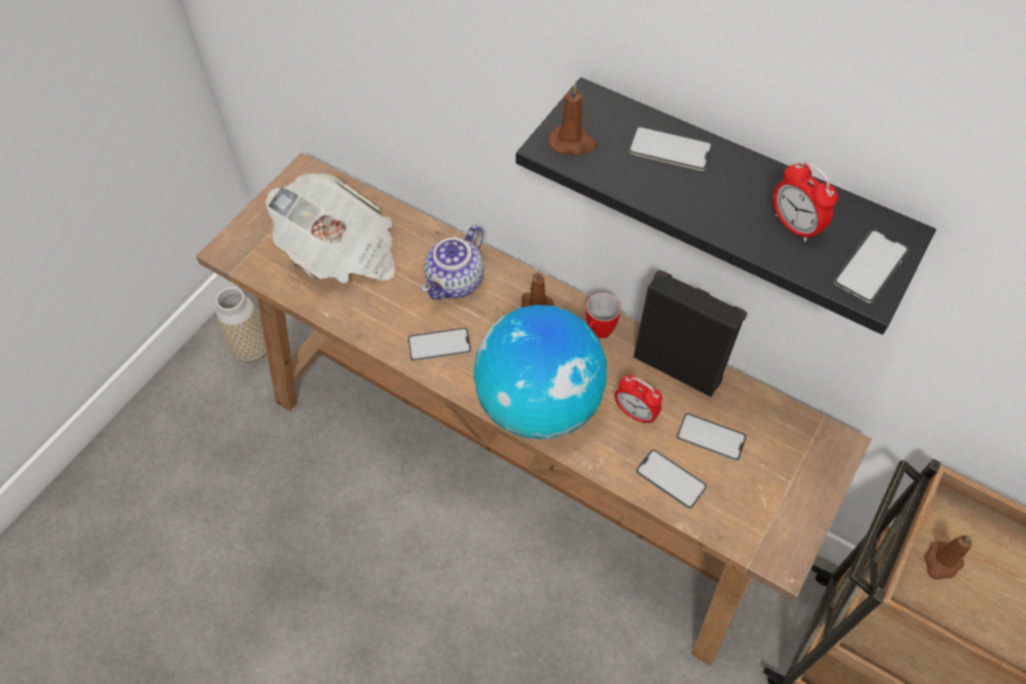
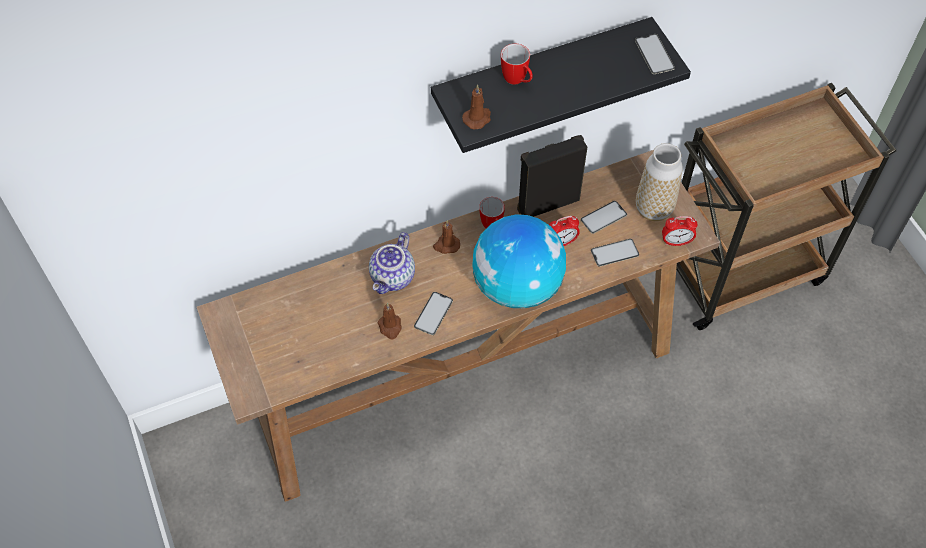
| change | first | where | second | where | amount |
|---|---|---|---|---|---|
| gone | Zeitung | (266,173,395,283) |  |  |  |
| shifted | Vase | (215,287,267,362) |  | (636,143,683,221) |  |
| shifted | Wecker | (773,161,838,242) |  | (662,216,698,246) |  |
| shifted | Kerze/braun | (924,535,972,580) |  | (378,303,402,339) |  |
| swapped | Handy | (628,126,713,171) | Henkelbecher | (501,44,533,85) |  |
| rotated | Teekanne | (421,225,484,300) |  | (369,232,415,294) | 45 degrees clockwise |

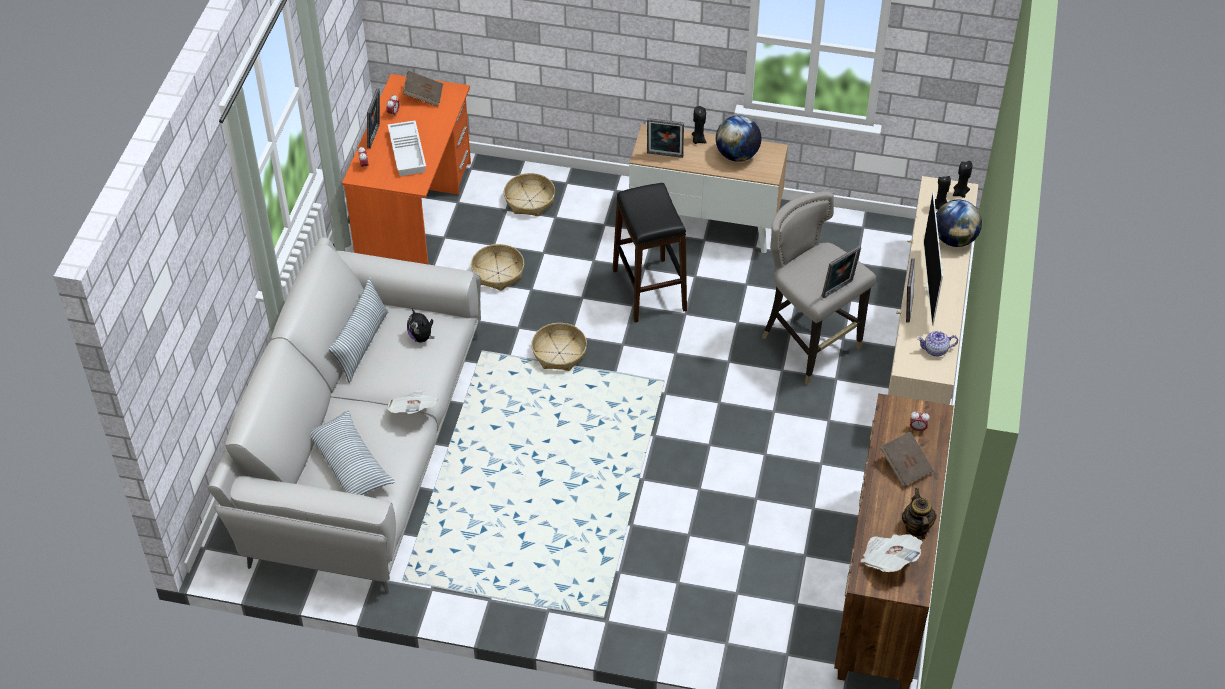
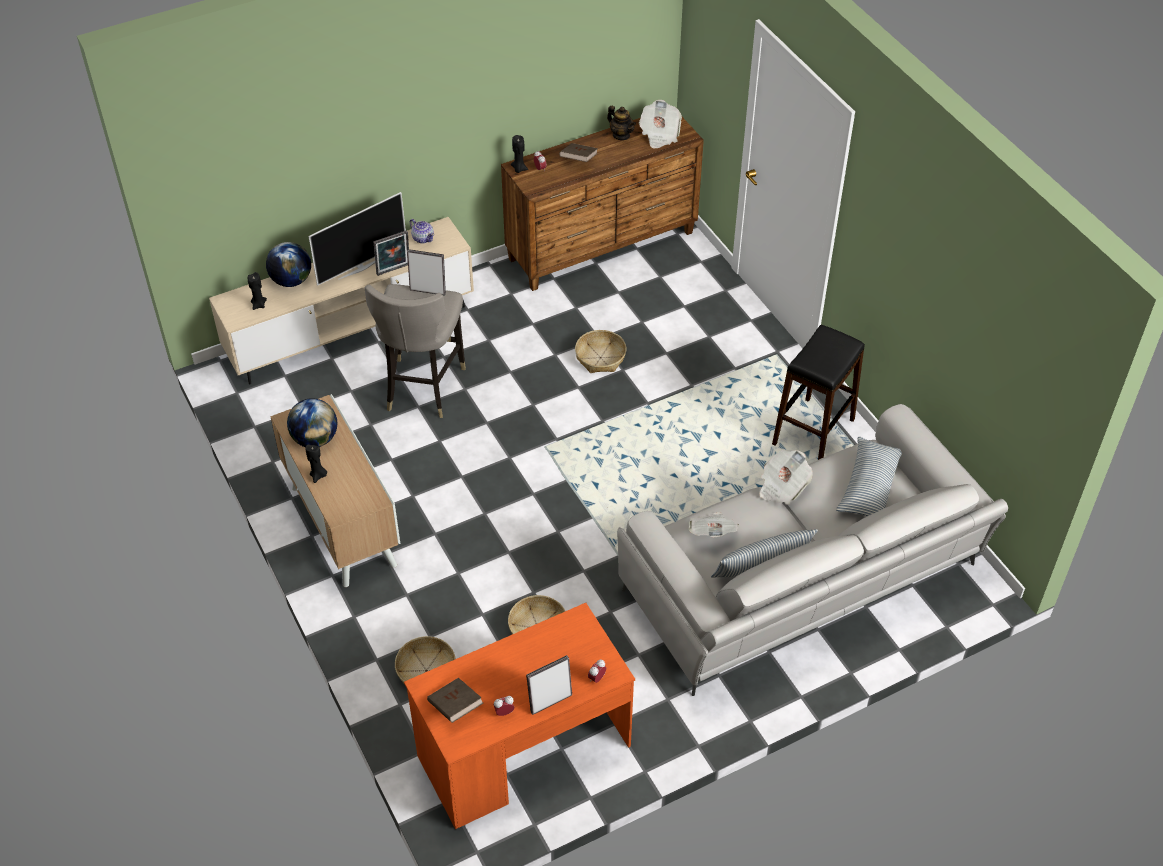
| change | first | where | second | where | amount |
|---|---|---|---|---|---|
| gone | Tablett/weiß | (388,120,426,176) |  |  |  |
| gone | Bilderrahmen | (647,118,684,158) |  |  |  |
| shifted | Korb | (531,323,587,371) |  | (575,330,626,373) |  |
| shifted | Hocker/schwarz | (613,183,687,323) |  | (772,325,865,460) |  |
| shifted | Kerze/schwarz | (953,161,973,198) |  | (511,135,528,173) |  |
| swapped | Plüschtier | (407,309,434,343) | Zeitung | (688,512,739,538) |  |
| rotated | Teekanne | (902,488,937,539) |  | (607,106,636,140) | 90 degrees counterclockwise |

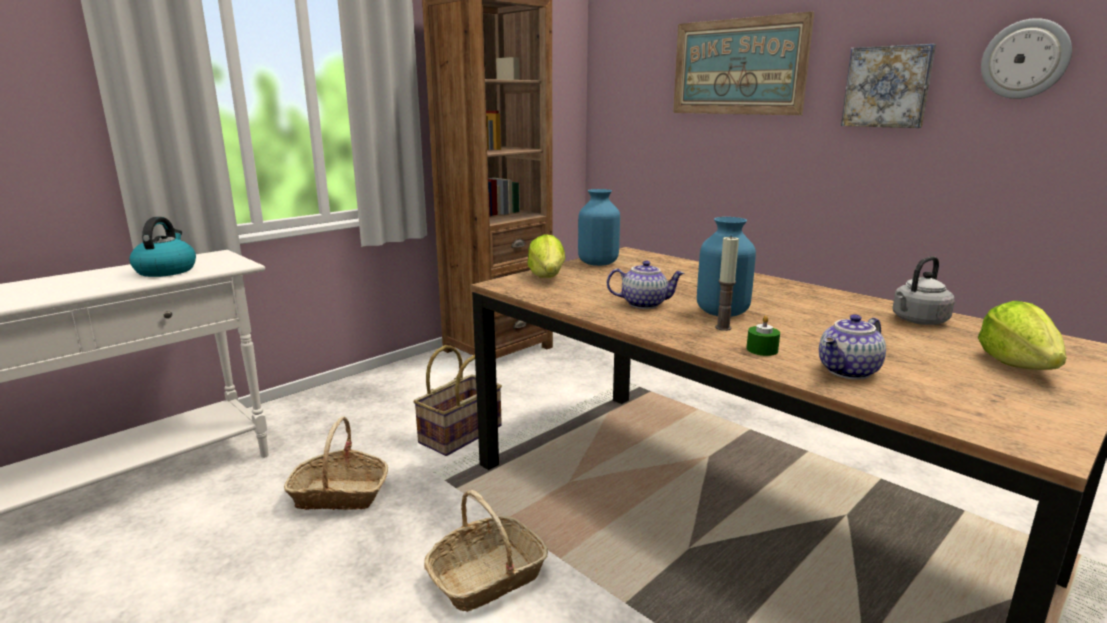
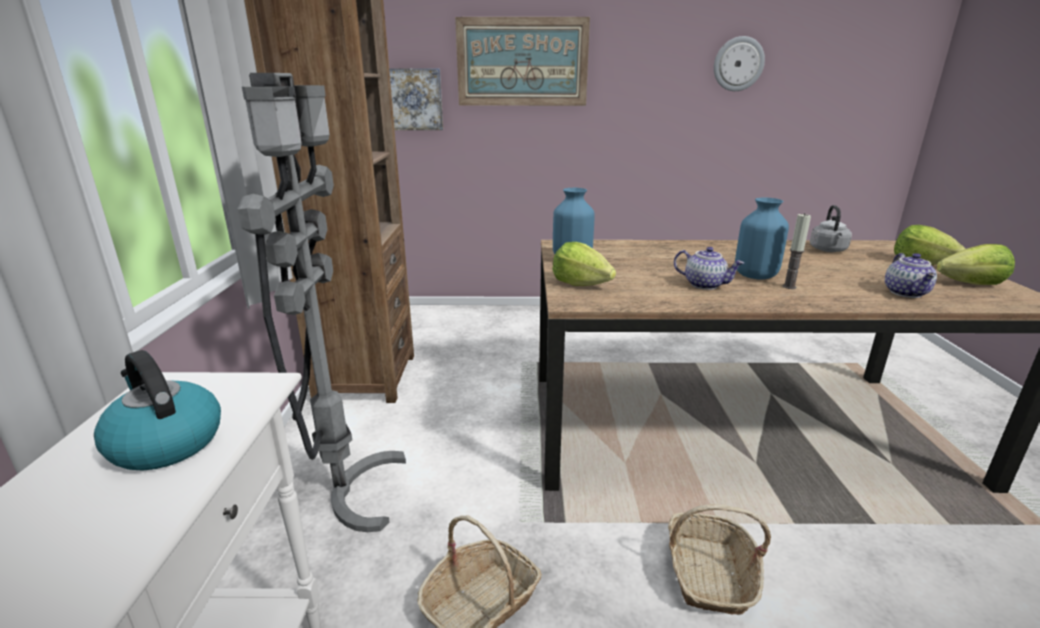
| change | first | where | second | where | amount |
|---|---|---|---|---|---|
| gone | Korb | (413,345,502,456) |  |  |  |
| gone | Kerze/grün | (746,315,780,356) |  |  |  |
| new |  |  | Stehlampe/grau | (237,73,406,532) |  |
| new |  |  | Salatkopf | (937,244,1015,285) |  |
| shifted | Bild | (841,44,936,128) |  | (389,68,443,130) |  |
| rotated | Teekanne | (607,260,685,309) |  | (674,247,744,290) | 75 degrees clockwise |

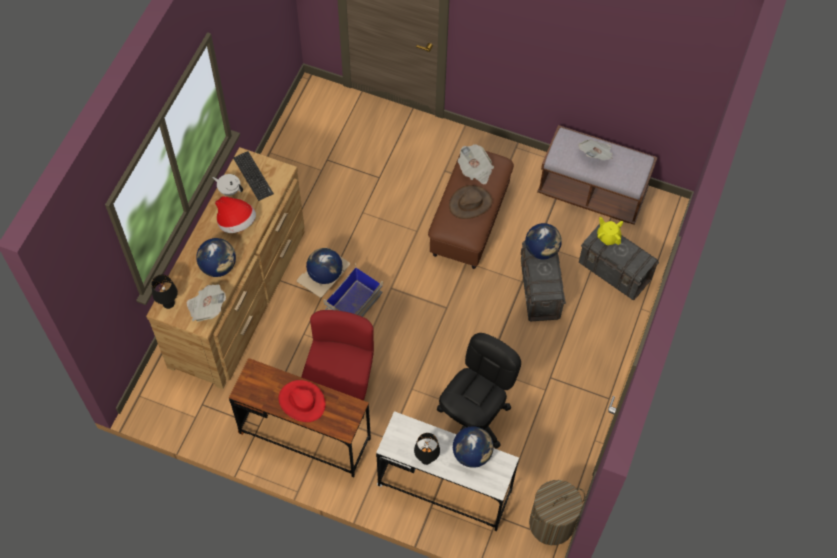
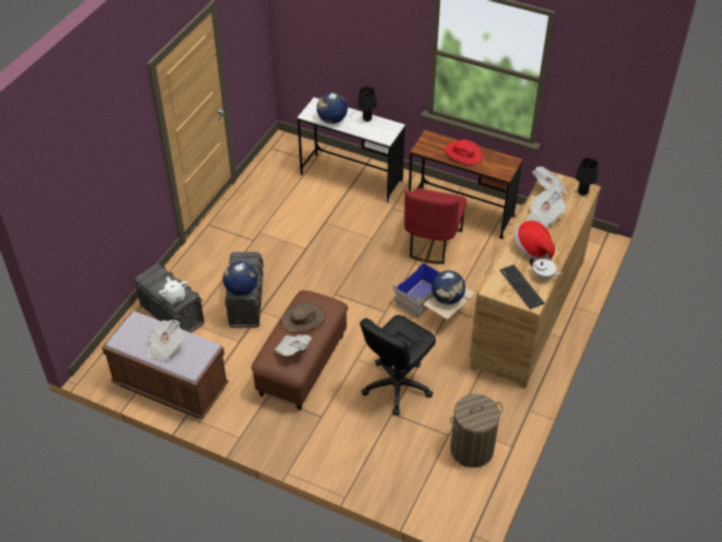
| change | first | where | second | where | amount |
|---|---|---|---|---|---|
| shifted | Bürostuhl/schwarz | (437,333,521,449) |  | (360,315,436,415) |  |
| shifted | Wäschekorb | (529,480,585,545) |  | (450,394,503,467) |  |
| swapped | Globus | (196,238,236,277) | Zeitung | (527,190,566,228) |  |
| repainted | Teekanne/gelb | (597,217,623,245) | Teekanne/weiß | (159,277,187,304) |  |

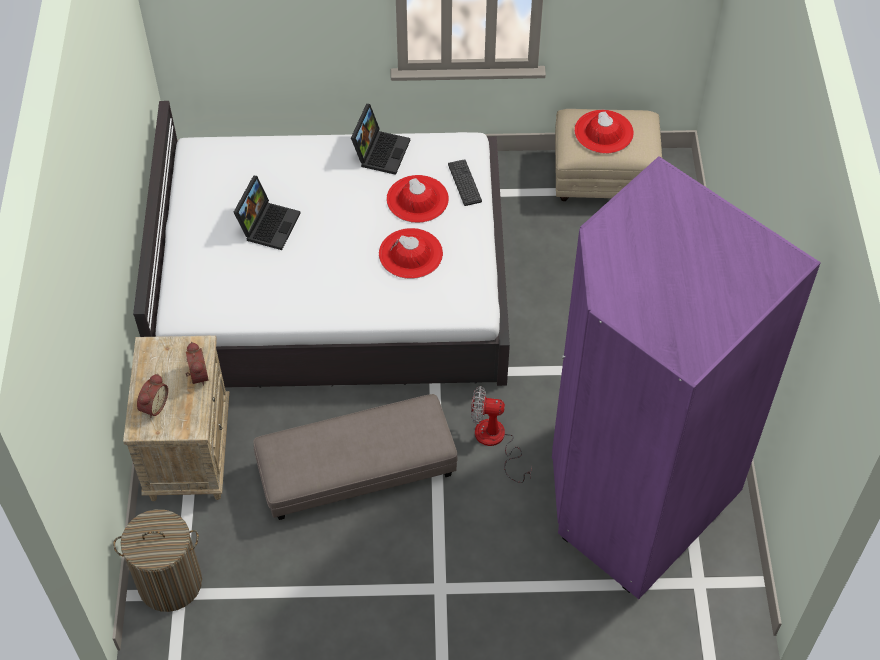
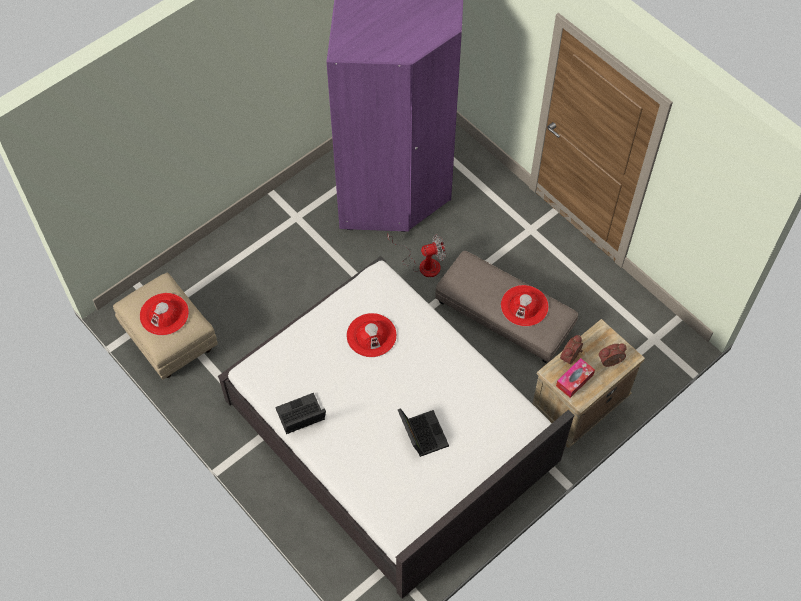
| change | first | where | second | where | amount |
|---|---|---|---|---|---|
| gone | Wäschekorb | (113,509,202,612) |  |  |  |
| gone | Tastatur | (448,159,482,206) |  |  |  |
| new |  |  | Taschentuchbox | (556,358,595,398) |  |
| shifted | Hut/rot | (387,175,449,223) |  | (501,285,549,327) |  |
| rotated | Laptop | (234,176,301,250) |  | (398,408,449,457) | 90 degrees clockwise |
| rotated | Ventilator | (471,386,532,483) |  | (387,232,446,277) | 75 degrees counterclockwise |

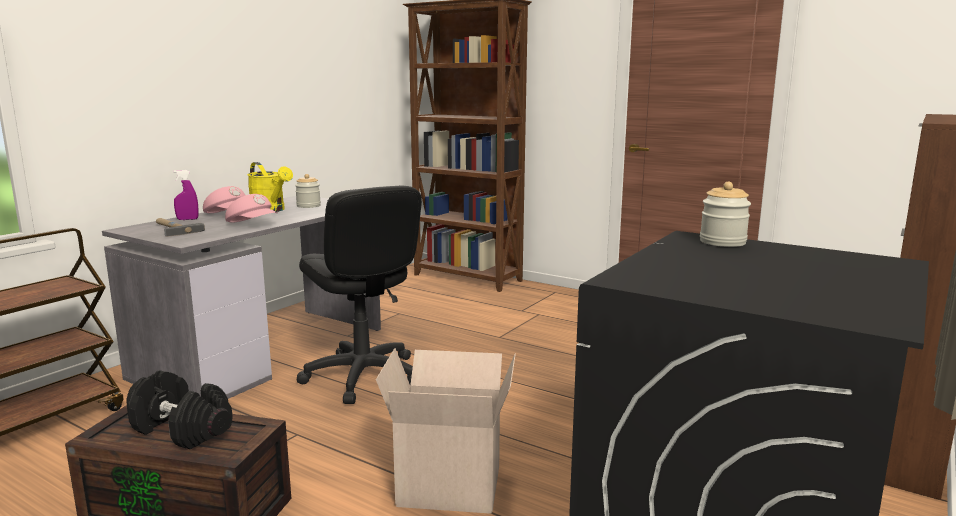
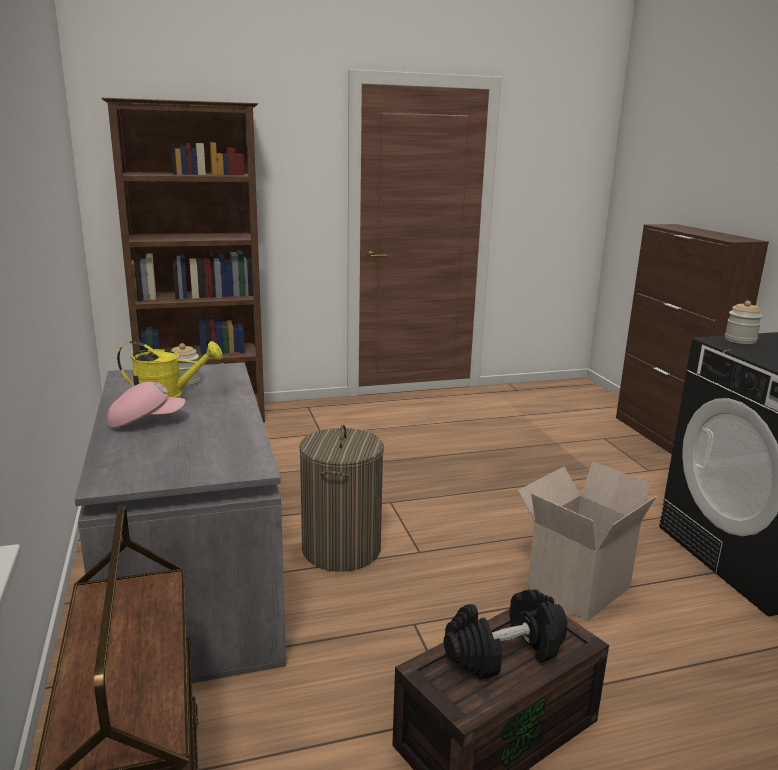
| change | first | where | second | where | amount |
|---|---|---|---|---|---|
| gone | Hammer | (156,218,205,237) |  |  |  |
| gone | Sprühflasche/lila | (173,170,199,220) |  |  |  |
| gone | Kappe/rosa | (225,194,277,223) |  |  |  |
| swapped | Bürostuhl/schwarz | (297,186,422,404) | Wäschekorb | (299,425,384,572) |  |

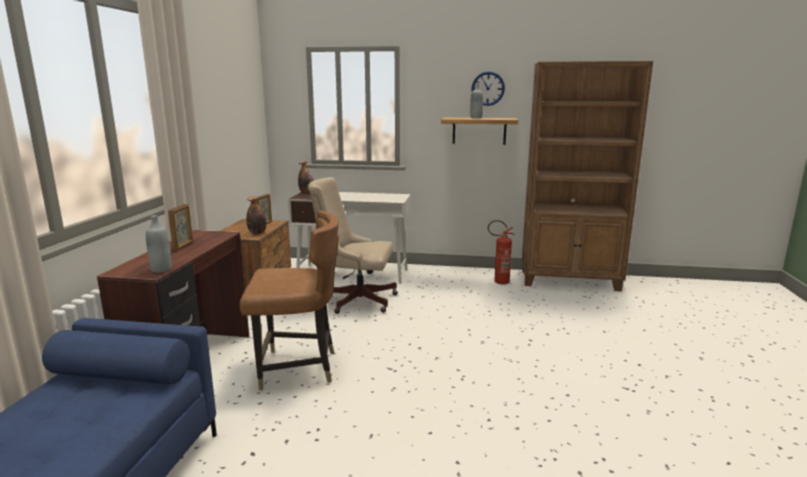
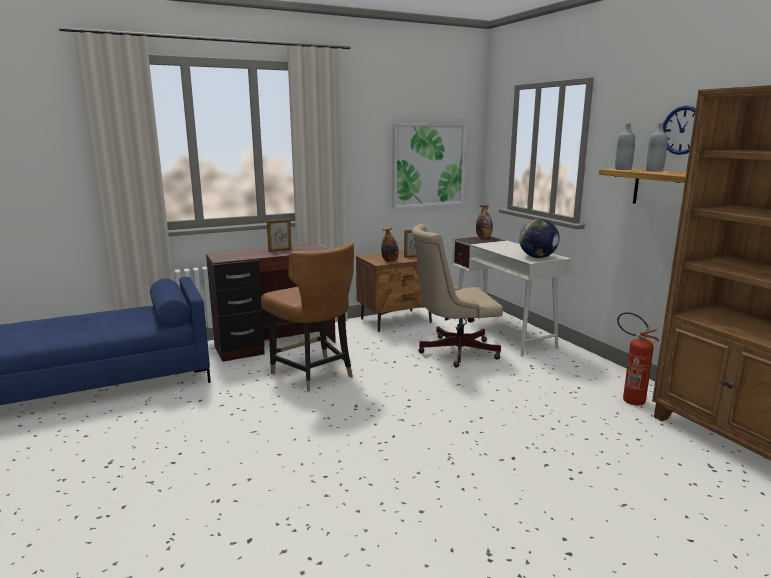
| change | first | where | second | where | amount |
|---|---|---|---|---|---|
| new |  |  | Bild | (392,123,467,209) |  |
| new |  |  | Globus | (519,219,560,258) |  |
| shifted | Flasche/grau | (146,215,172,273) |  | (615,123,635,170) |  |
| rotated | Bürostuhl/beige | (308,177,398,314) |  | (412,224,503,368) | 75 degrees counterclockwise |

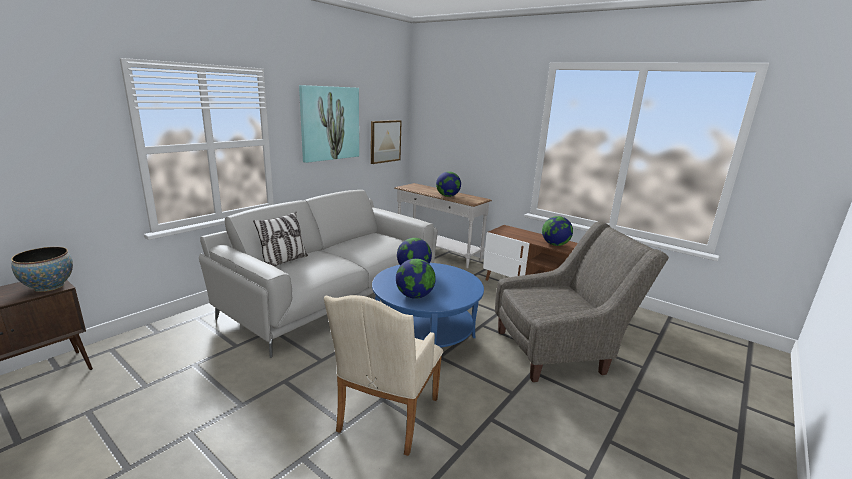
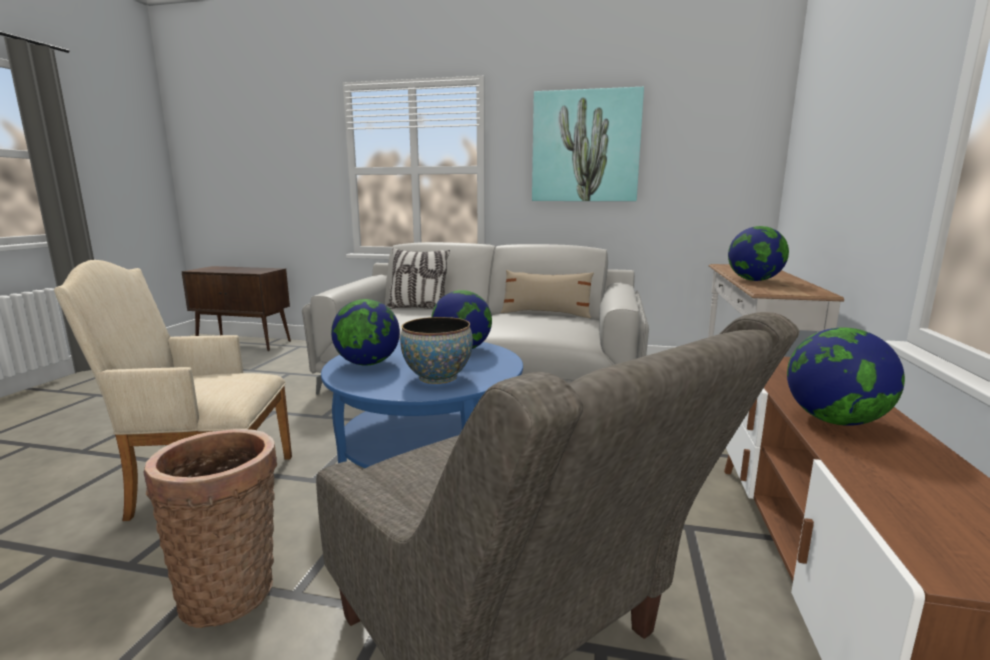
| change | first | where | second | where | amount |
|---|---|---|---|---|---|
| gone | Bild | (371,120,402,164) |  |  |  |
| new |  |  | Korb | (143,429,277,628) |  |
| new |  |  | Kissen/beige | (501,270,594,318) |  |
| shifted | Schüssel | (11,247,73,292) |  | (400,317,473,384) |  |

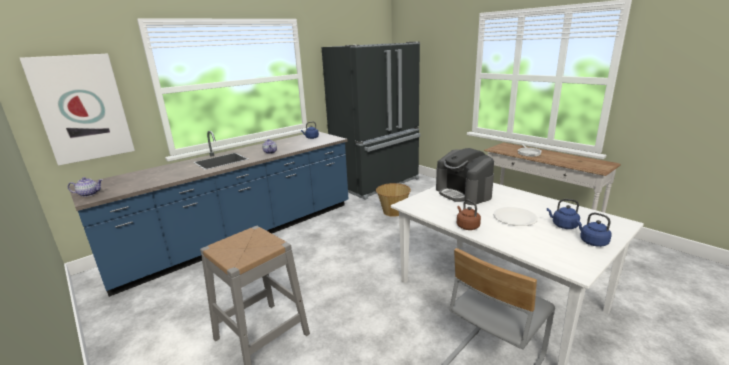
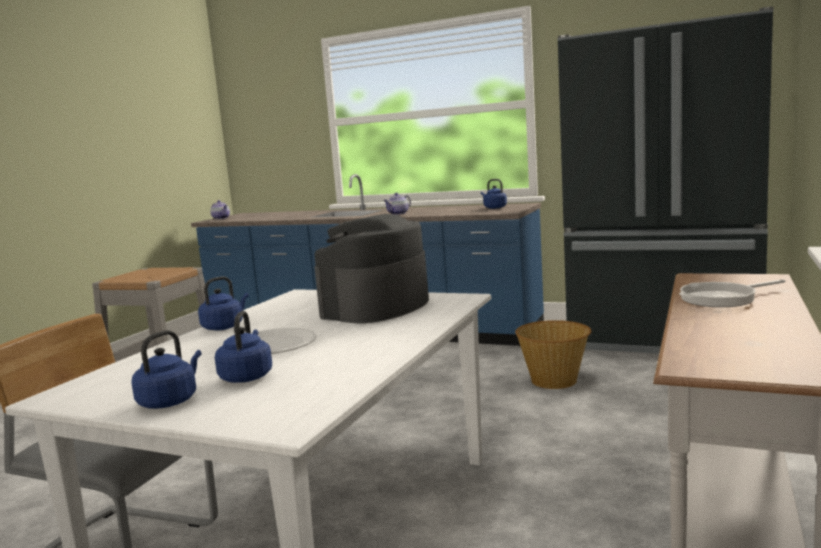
| change | first | where | second | where | amount |
|---|---|---|---|---|---|
| gone | Bild | (20,54,135,166) |  |  |  |
| repainted | Wasserkessel/braun | (457,200,481,230) | Wasserkessel/blau | (198,276,249,330) |  |

